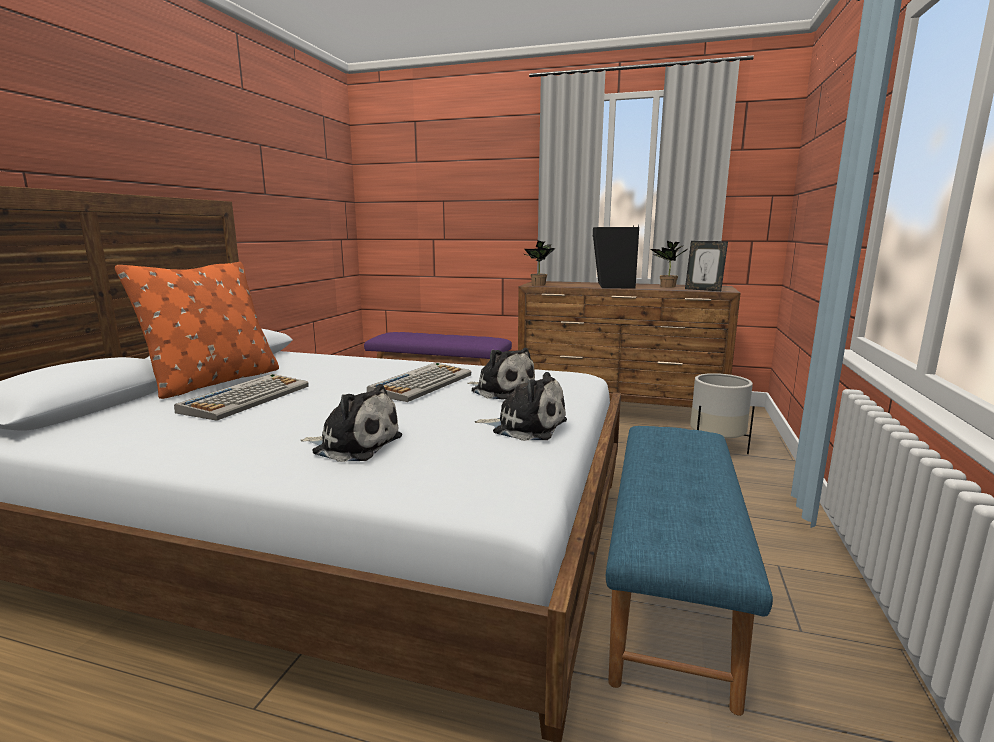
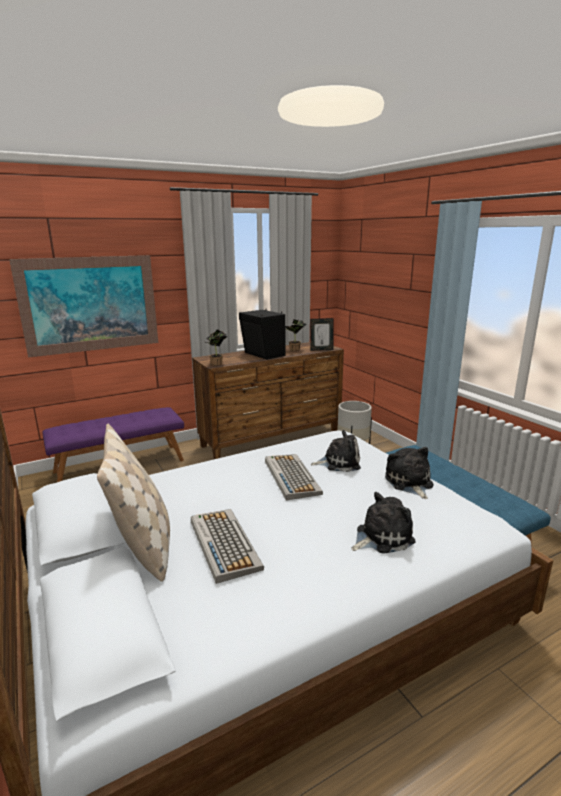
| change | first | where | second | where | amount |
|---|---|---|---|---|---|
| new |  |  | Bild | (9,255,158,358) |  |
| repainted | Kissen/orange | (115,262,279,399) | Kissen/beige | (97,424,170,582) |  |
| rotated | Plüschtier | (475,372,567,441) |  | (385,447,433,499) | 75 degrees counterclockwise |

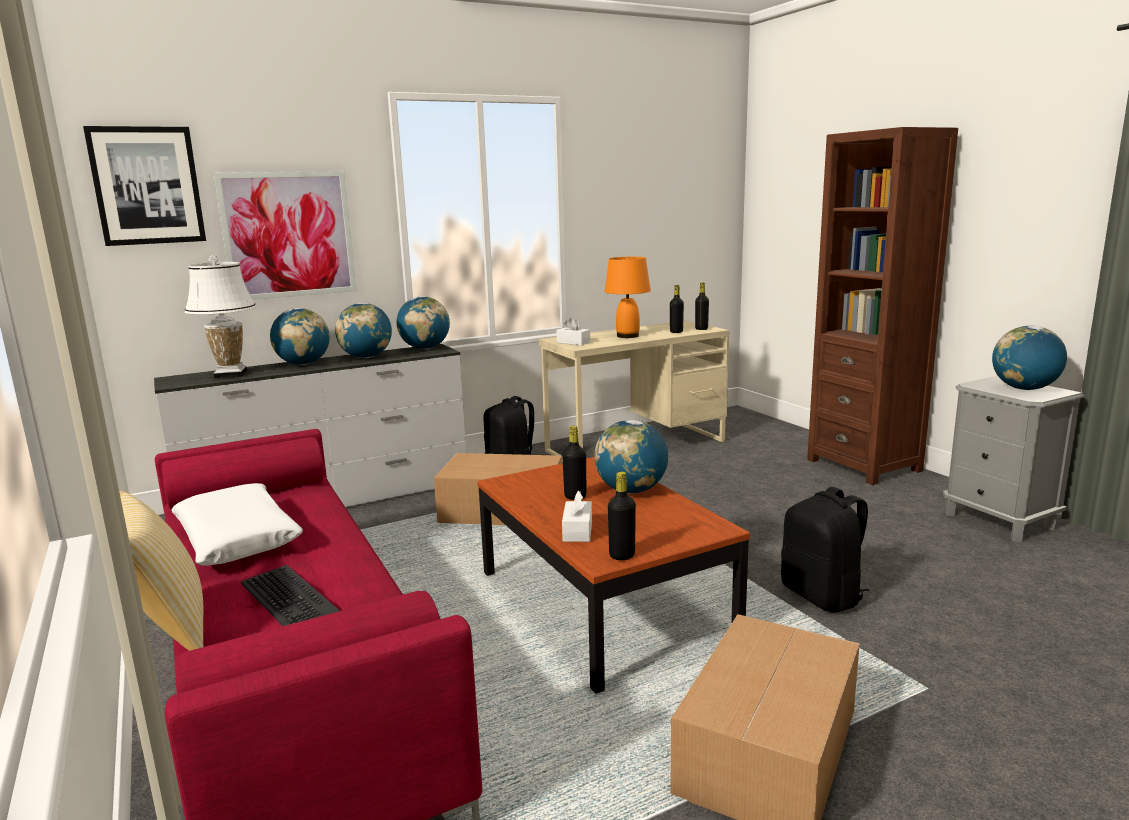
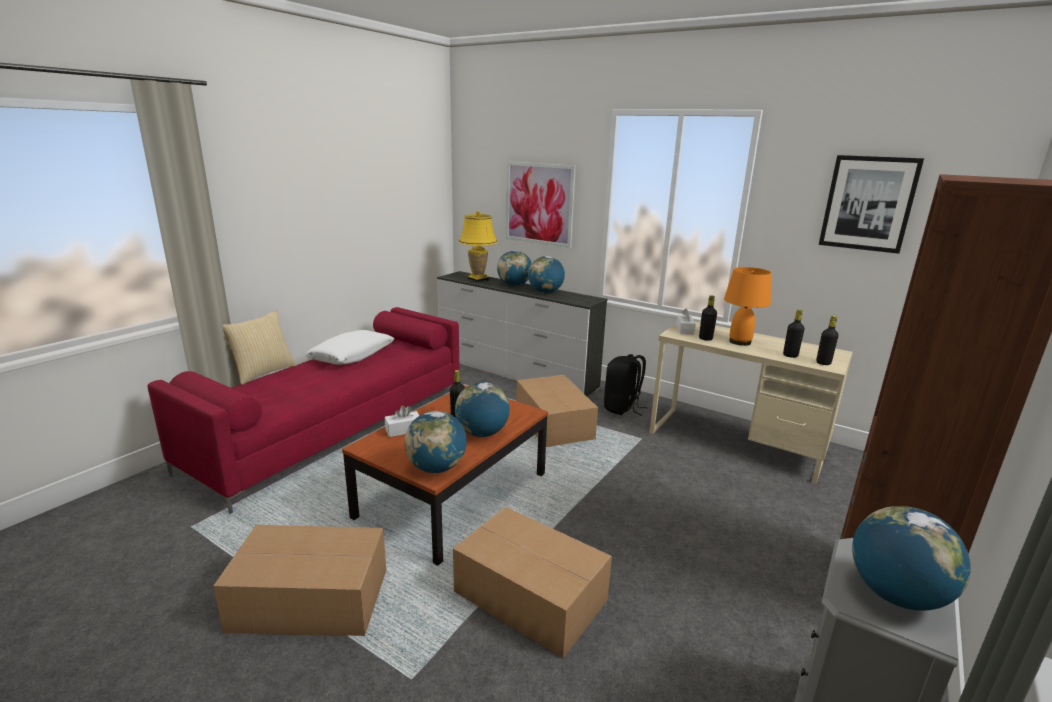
| change | first | where | second | where | amount |
|---|---|---|---|---|---|
| gone | Tastatur | (241,565,340,626) |  |  |  |
| shifted | Bild | (83,126,206,246) |  | (819,155,924,254) |  |
| shifted | Globus | (396,296,450,349) |  | (404,411,467,473) |  |
| shifted | Flasche/schwarz | (608,472,636,560) |  | (699,295,717,341) |  |
| swapped | Rucksack/schwarz | (781,487,870,613) | Karton | (453,507,612,658) |  |
| repainted | Tischlampe/weiß | (184,255,257,378) | Tischlampe/gelb | (459,211,497,282) |  |

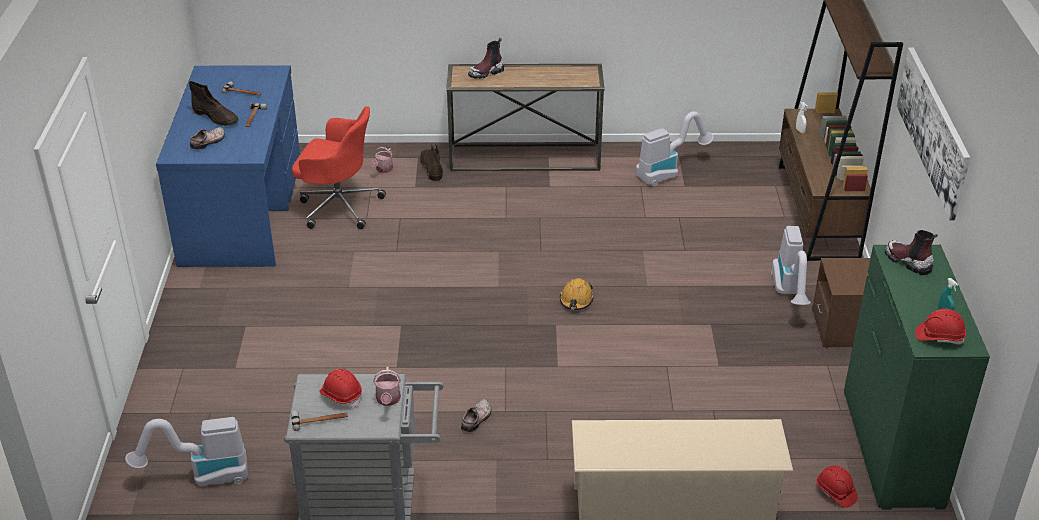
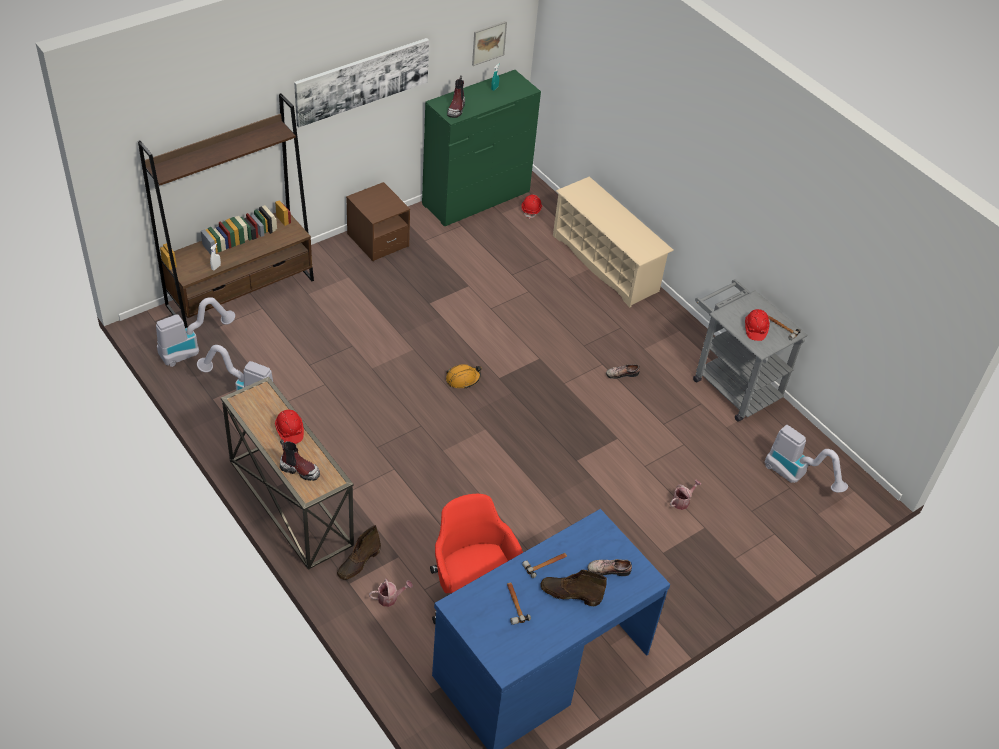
| change | first | where | second | where | amount |
|---|---|---|---|---|---|
| new |  |  | Bild | (472,21,507,66) |  |
| shifted | Gießkanne | (373,367,401,406) |  | (670,480,701,510) |  |
| shifted | Staubsauger | (771,226,811,305) |  | (156,297,235,367) |  |
| shifted | Schutzhelm/rot | (915,309,966,345) |  | (275,410,304,444) |  |
| rotated | Stiefel/braun | (189,81,239,126) |  | (540,570,607,606) | 75 degrees counterclockwise |

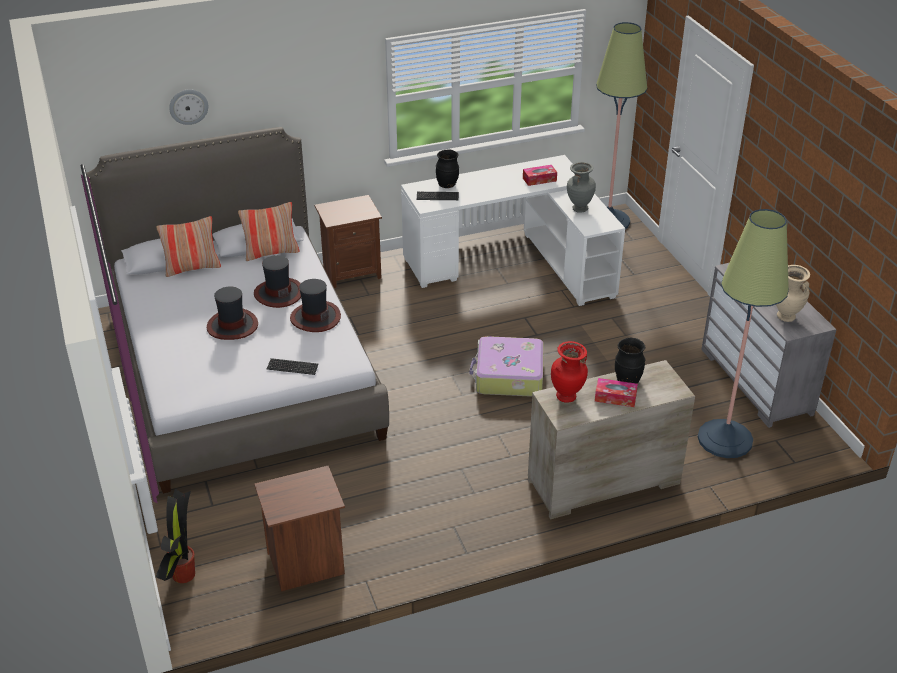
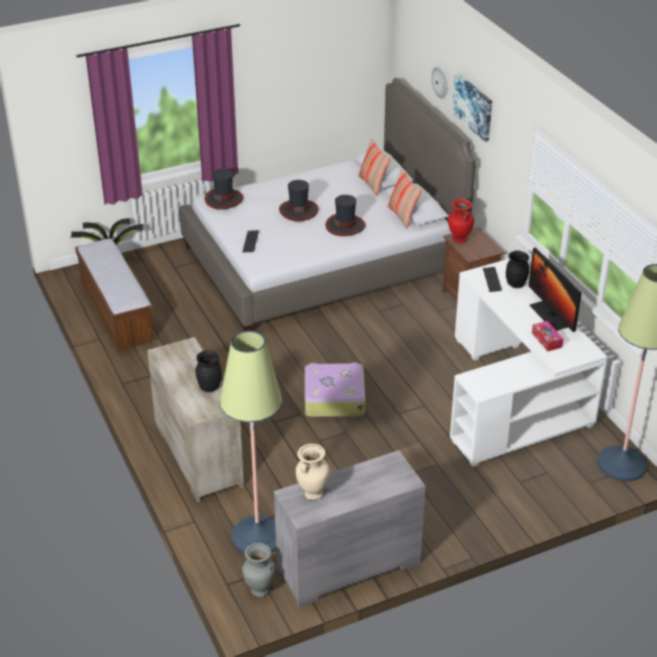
| change | first | where | second | where | amount |
|---|---|---|---|---|---|
| gone | Taschentuchbox | (595,378,638,407) |  |  |  |
| new |  |  | Bild | (452,73,492,142) |  |
| new |  |  | Monitor | (529,248,582,332) |  |
| shifted | Hut | (290,279,341,332) |  | (205,169,244,209) |  |
| shifted | Vase/rot | (551,341,588,403) |  | (448,199,474,243) |  |
| shifted | Vase/grau | (567,162,596,213) |  | (242,543,275,597) |  |
| swapped | Nachttisch/braun | (254,466,345,591) | Bank | (75,238,155,351) |  |

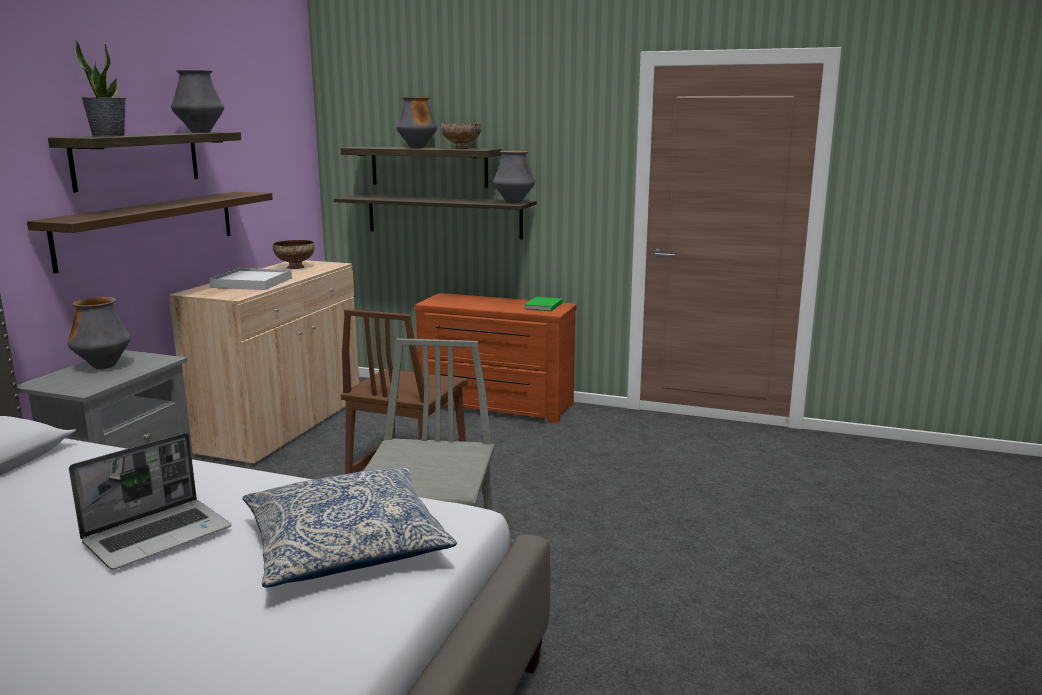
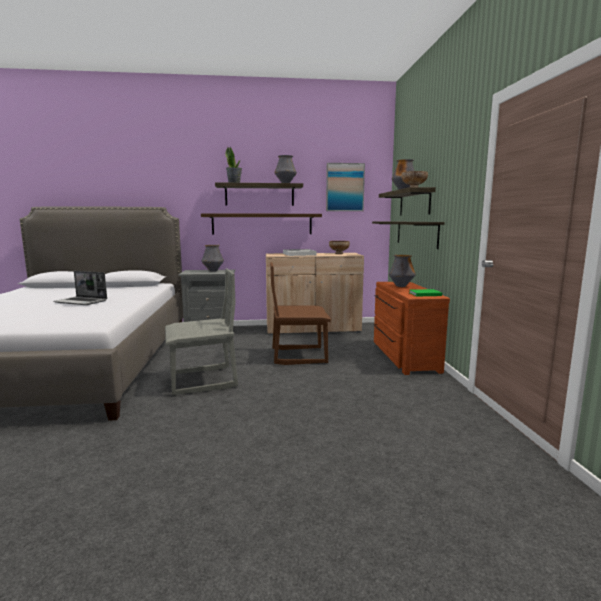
| change | first | where | second | where | amount |
|---|---|---|---|---|---|
| gone | Kissen | (242,468,457,588) |  |  |  |
| new |  |  | Bild | (326,163,365,211) |  |
| shifted | Vase | (493,151,535,203) |  | (389,255,416,287) |  |

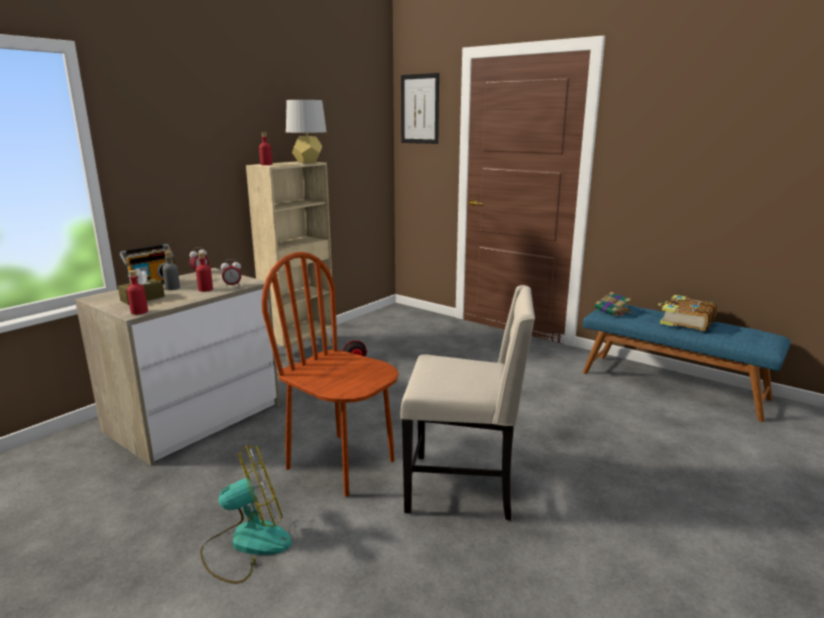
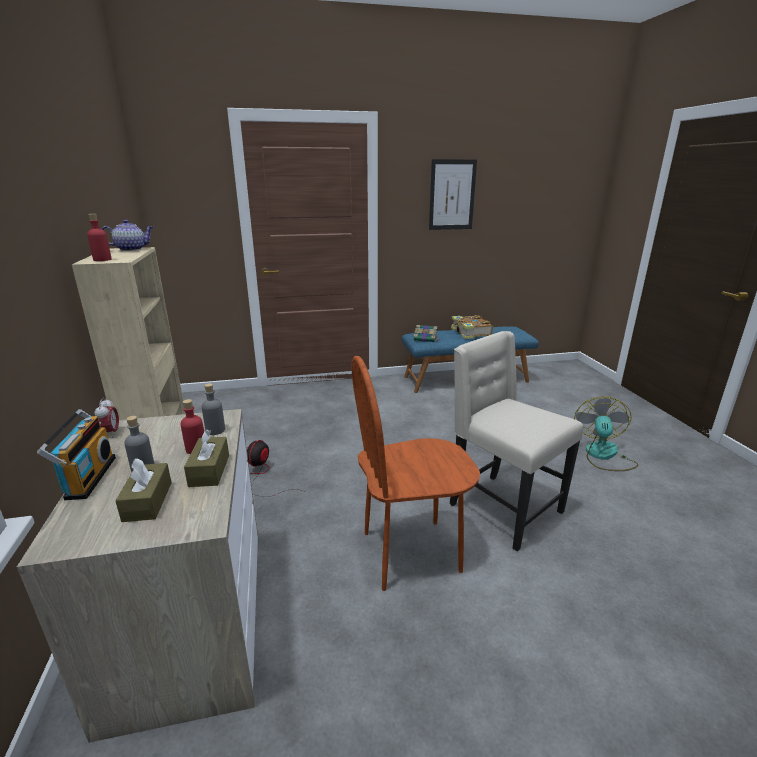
| change | first | where | second | where | amount |
|---|---|---|---|---|---|
| gone | Flasche/rot | (127,270,148,315) |  |  |  |
| new |  |  | Taschentuchbox/braun | (184,429,229,487) |  |
| shifted | Ventilator | (200,445,292,584) |  | (574,396,638,471) |  |
| shifted | Bild | (401,73,439,144) |  | (429,159,477,230) |  |
| swapped | Wecker | (221,259,241,286) | Flasche/grau | (202,383,225,435) |  |
| swapped | Tischlampe/grau | (286,100,326,163) | Teekanne | (101,219,153,251) |  |
| rotated | Stuhl/beige | (400,285,535,520) |  | (450,331,583,551) | 90 degrees counterclockwise |

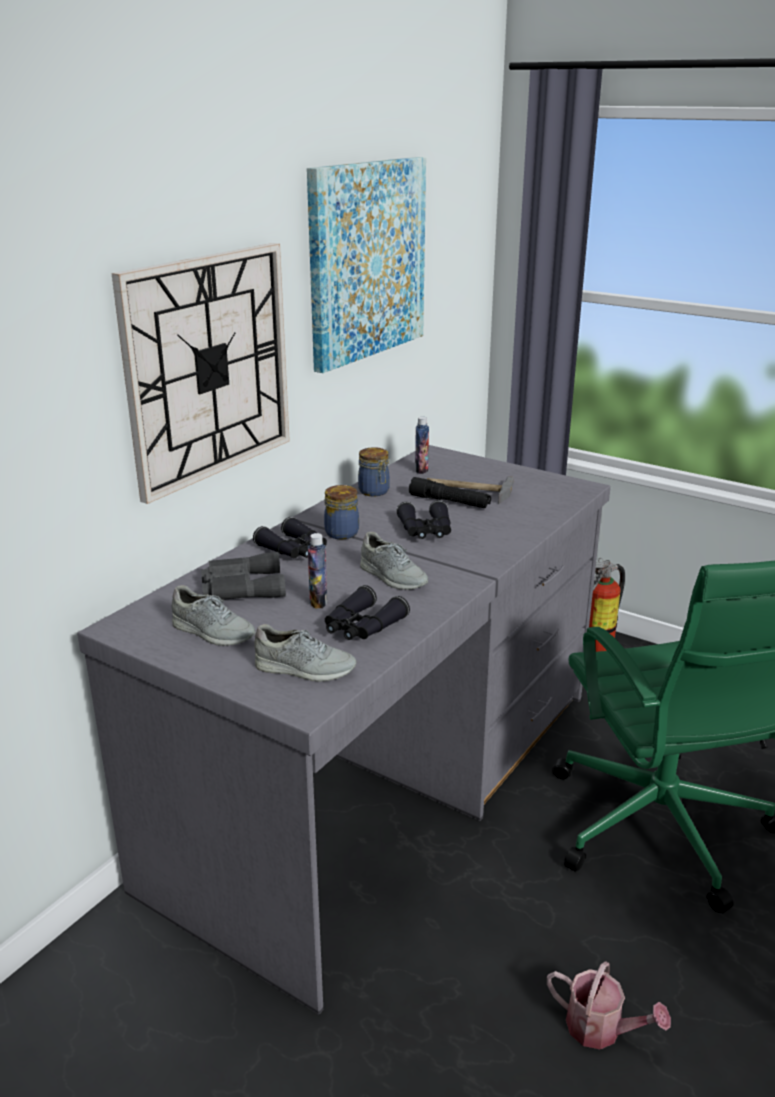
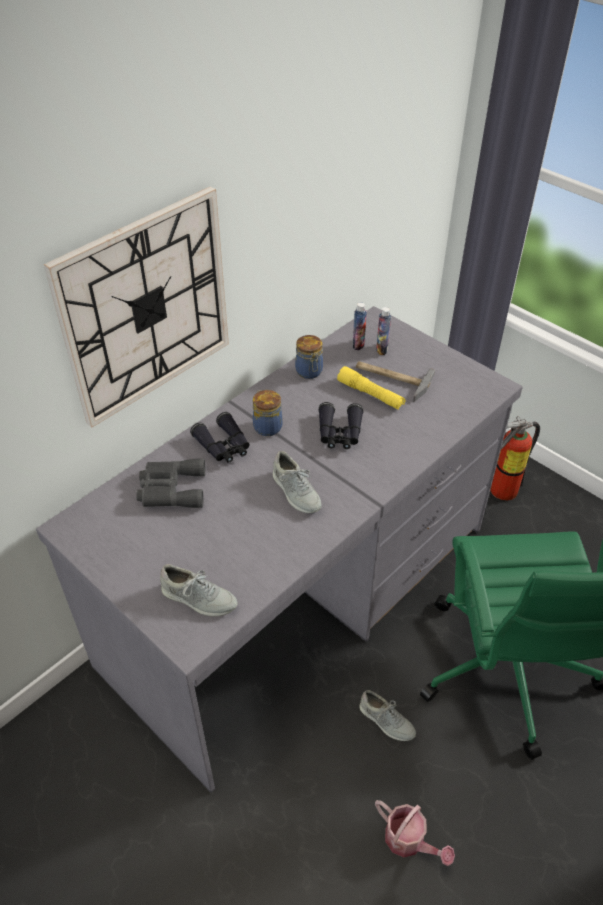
| change | first | where | second | where | amount |
|---|---|---|---|---|---|
| gone | Bild | (307,157,426,373) |  |  |  |
| gone | Fernglas/schwarz | (325,585,410,640) |  |  |  |
| shifted | Schuh/grau | (172,585,255,646) |  | (360,690,416,741) |  |
| shifted | Flasche | (308,533,328,608) |  | (376,307,391,355) |  |
| repainted | Taschenlampe/schwarz | (409,477,491,508) | Taschenlampe/gelb | (337,366,405,410) |  |

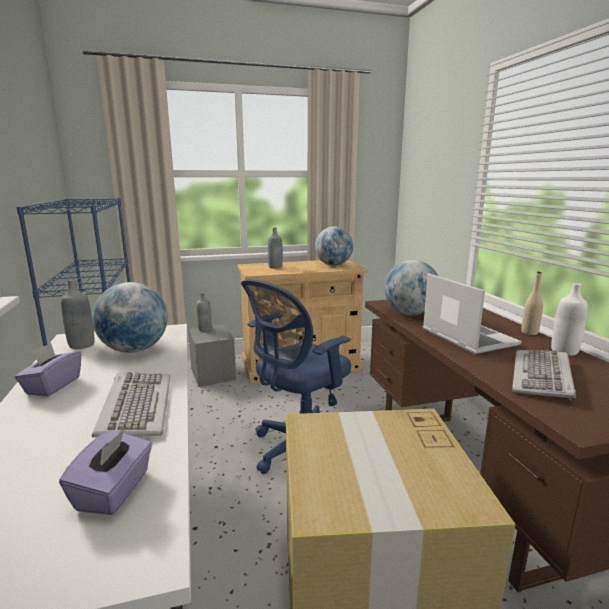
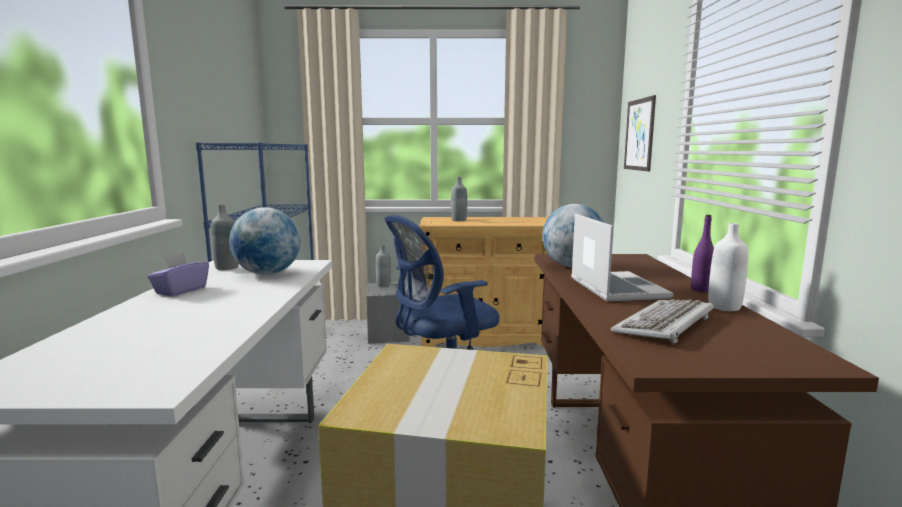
| change | first | where | second | where | amount |
|---|---|---|---|---|---|
| gone | Taschentuchbox/lila | (59,428,152,515) |  |  |  |
| gone | Tastatur | (92,372,170,438) |  |  |  |
| gone | Globus | (315,226,353,266) |  |  |  |
| new |  |  | Bild | (624,95,656,171) |  |
| repainted | Flasche/beige | (521,272,543,335) | Flasche/lila | (691,215,714,292) |  |

